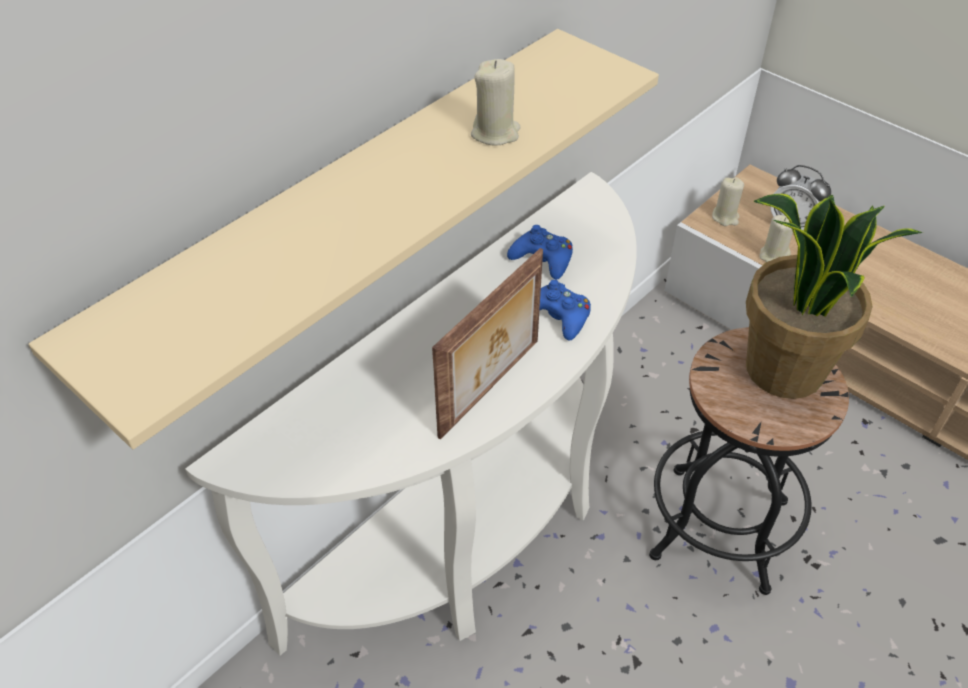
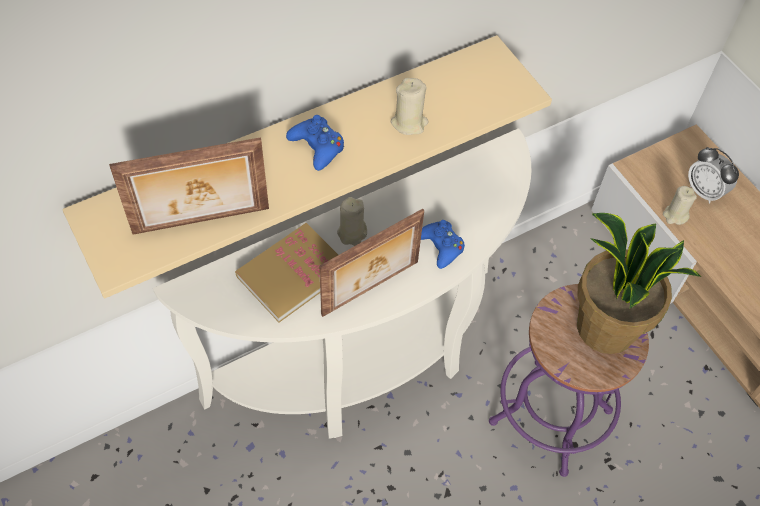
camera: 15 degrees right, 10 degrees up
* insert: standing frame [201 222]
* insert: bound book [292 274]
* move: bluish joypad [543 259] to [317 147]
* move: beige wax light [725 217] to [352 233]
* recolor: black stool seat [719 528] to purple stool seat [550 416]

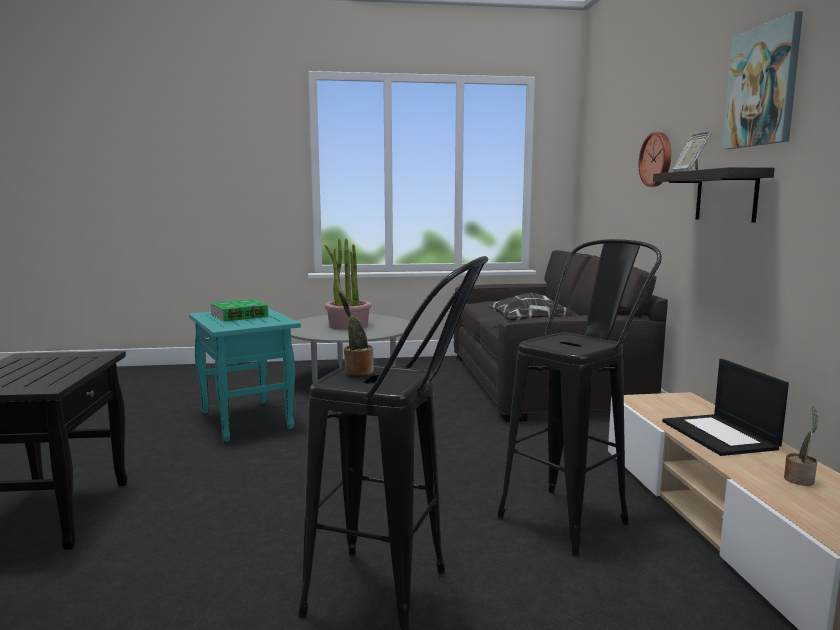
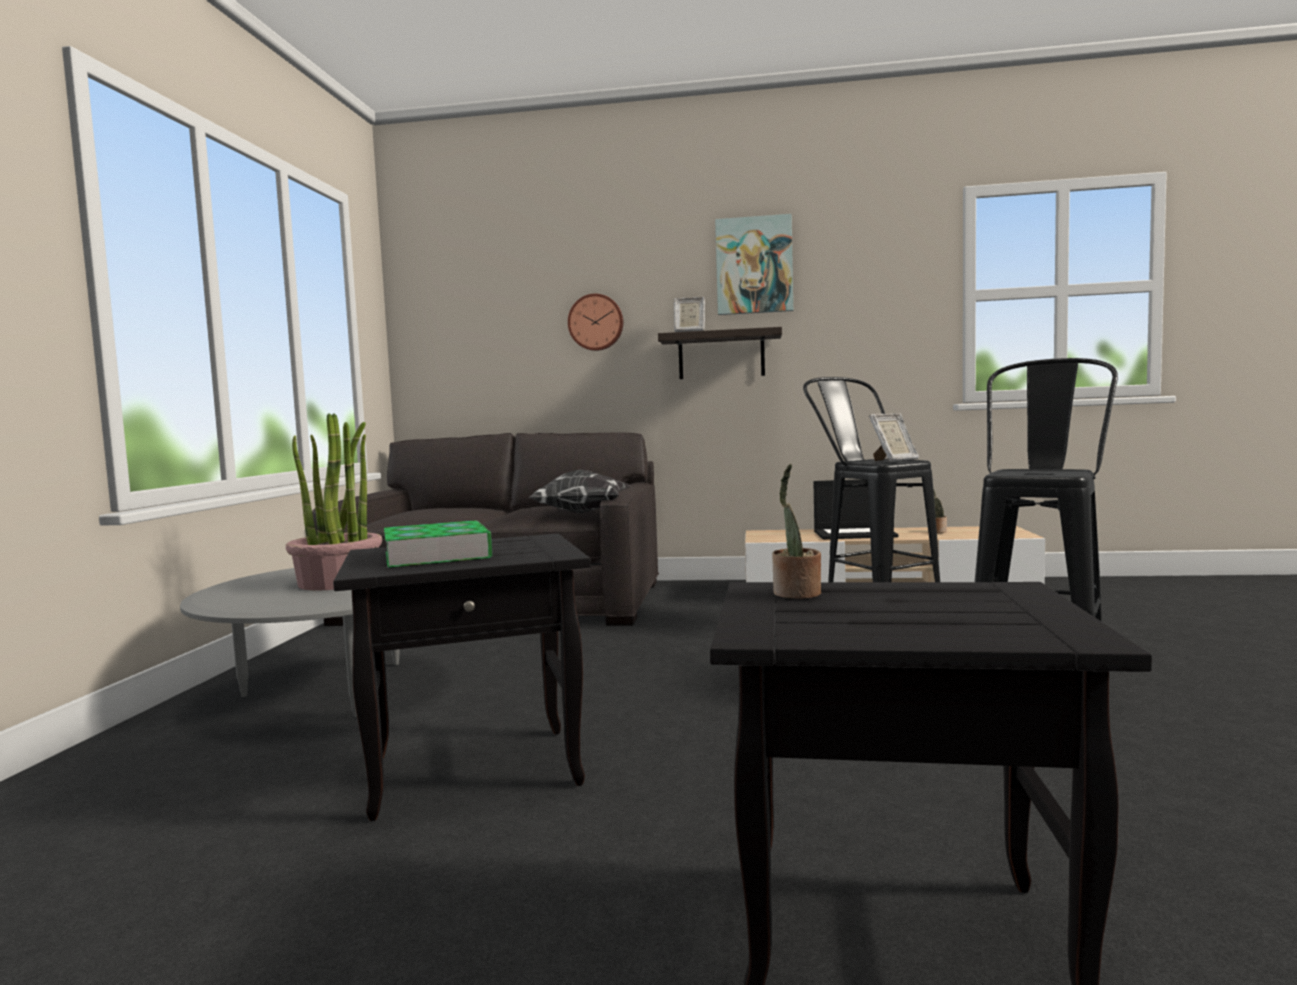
camera: 75 degrees left, 5 degrees down
* recolor: blue-green side table [248 420] to black side table [478 769]
* move: potted plant [357 372] to [796 594]
* insert: standing frame [894 461]

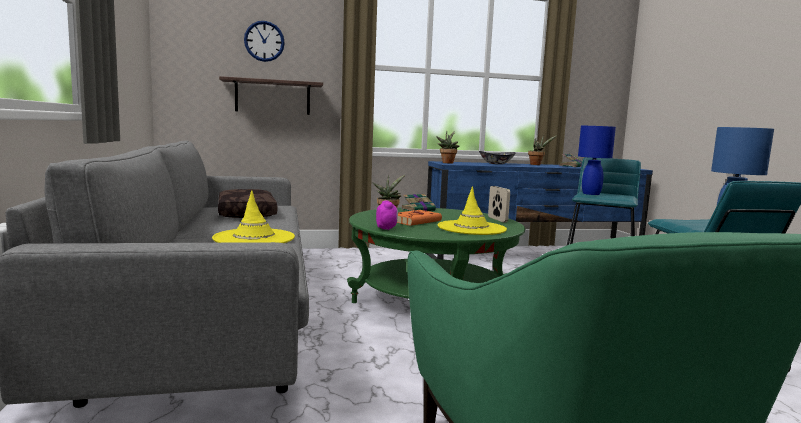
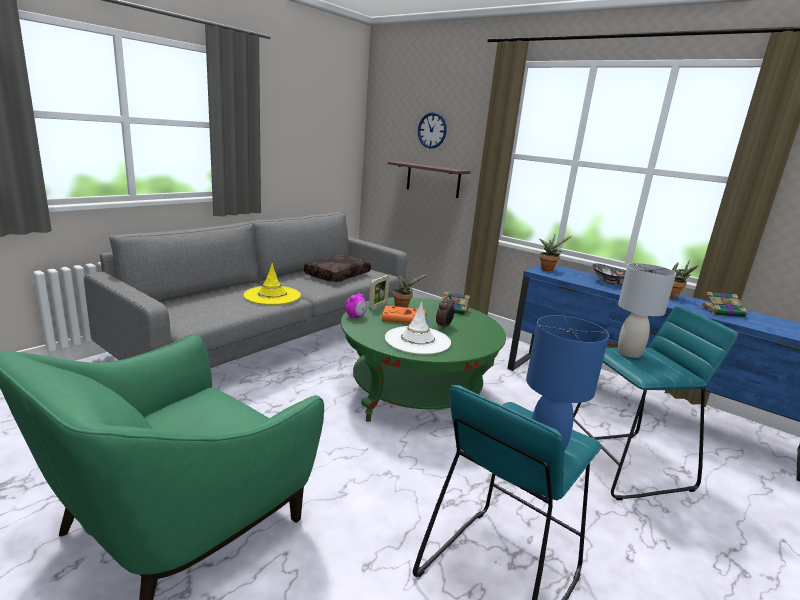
camera: 50 degrees right, 10 degrees up
* move: standing frame [497 219] to [378 306]
* recolor: yellowish wearable hat [471 228] to whitish wearable hat [417 340]
* insert: table clock [444 326]
* recolor: bluish table lamp [590 194] to greyish table lamp [628 353]

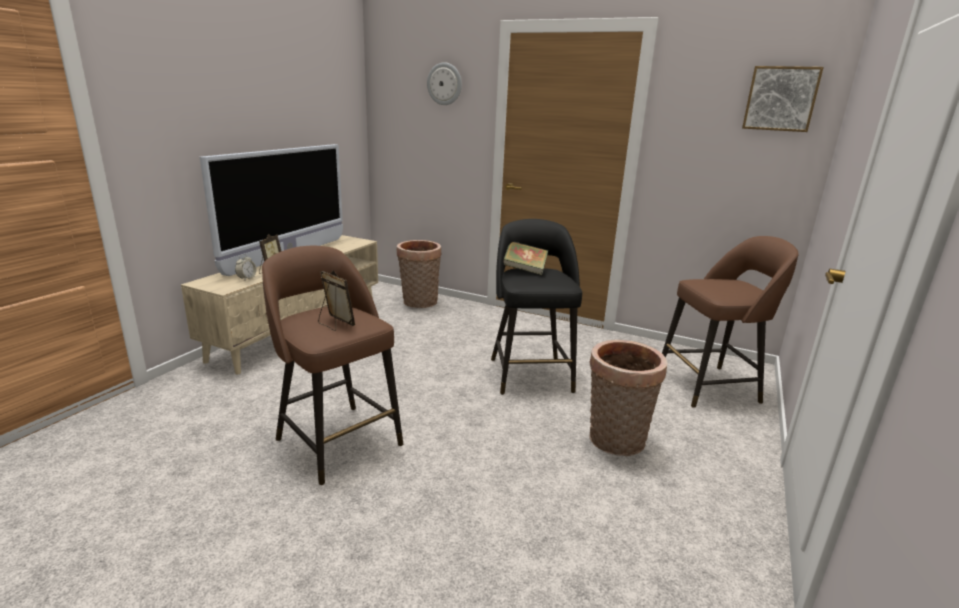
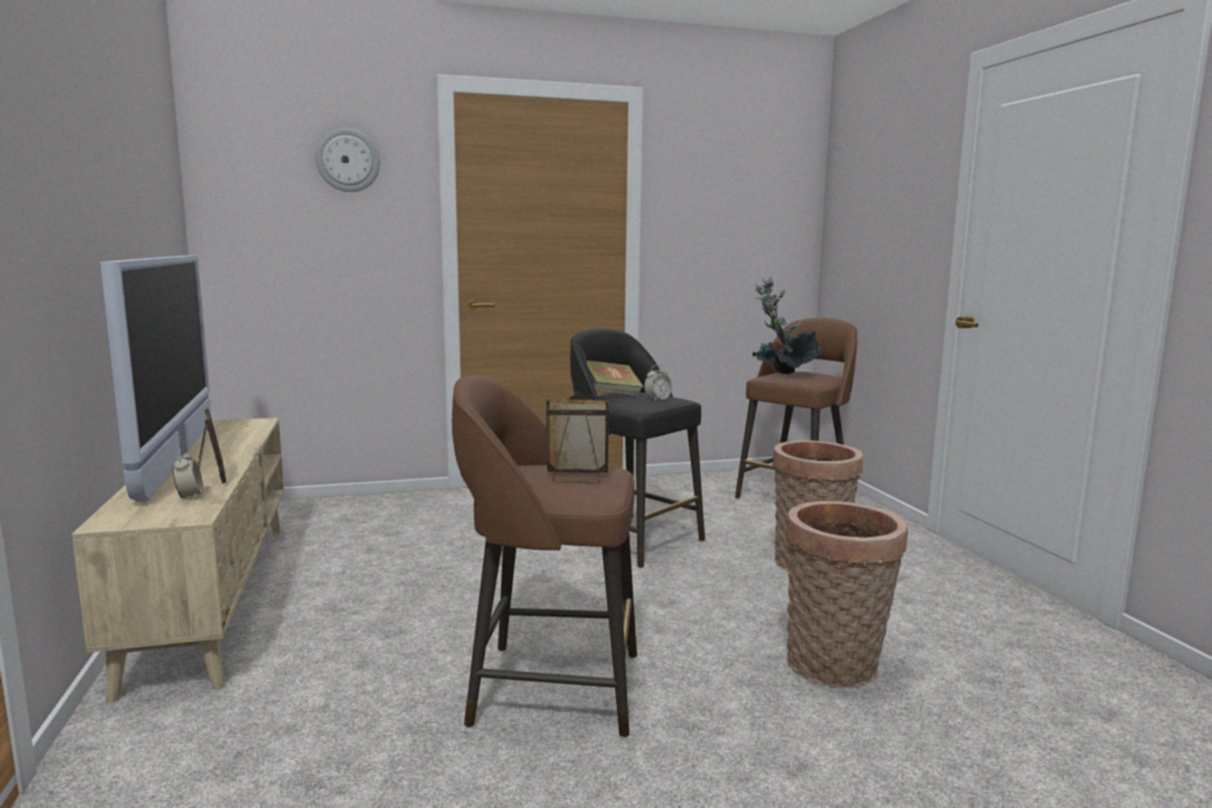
camera: 40 degrees left, 10 degrees down
* insert: table clock [657 400]
* insert: potted plant [781 375]
* move: basket [419 303] to [835 668]
* delete: wall art [780 99]

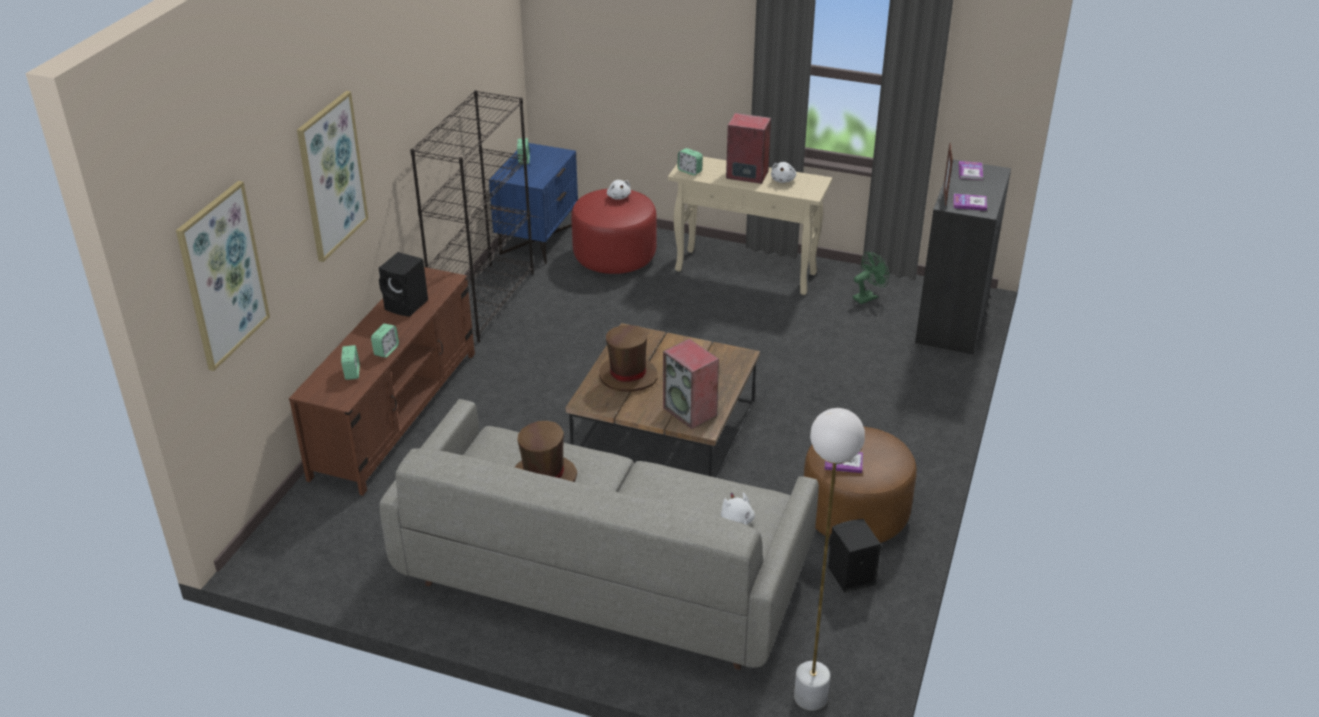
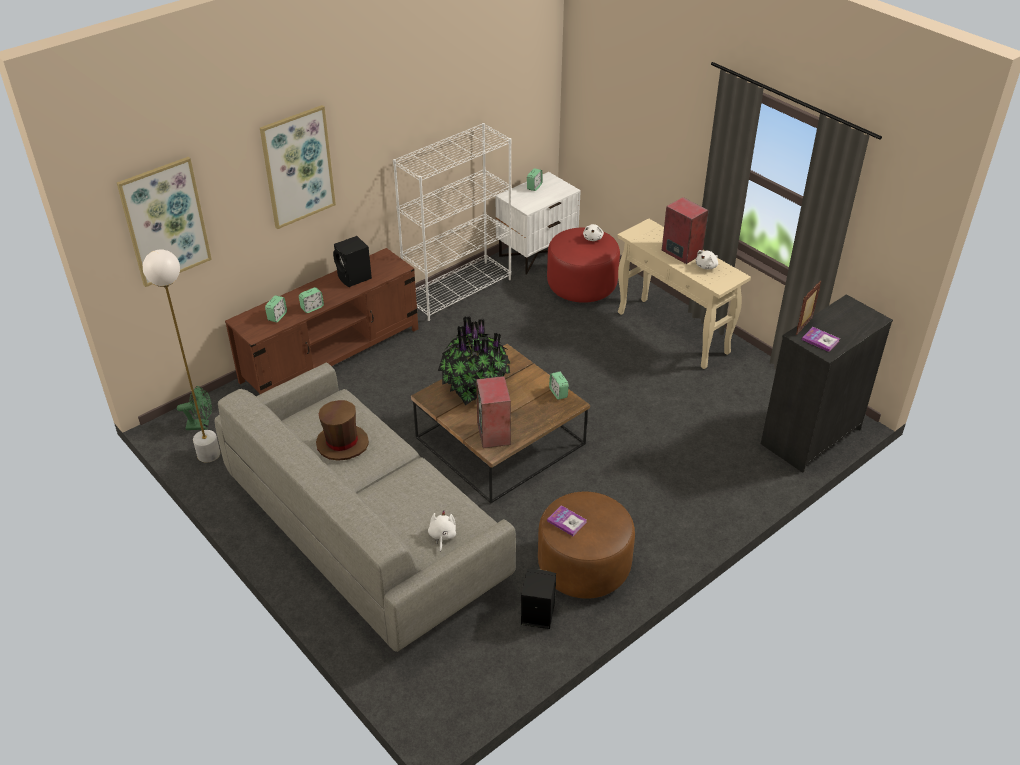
camera: 30 degrees right, 5 degrees up
* move: whitish standing lamp [810 697] to [208 454]
* move: green-coloured fan [868 297] to [201 425]
* recolor: black bookshelf [484 301] to whitish bookshelf [458 290]
* replace: brown wearable hat [628 376] to potted plant [474 388]
* recolor: bluish nightstand [538 238] to whitish nightstand [537 252]
* move: table clock [690 171] to [558 393]
* delete: bound book [970 171]

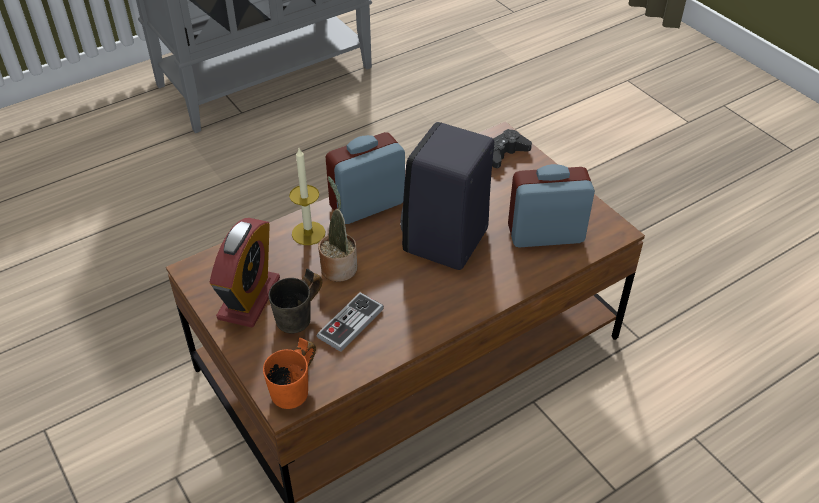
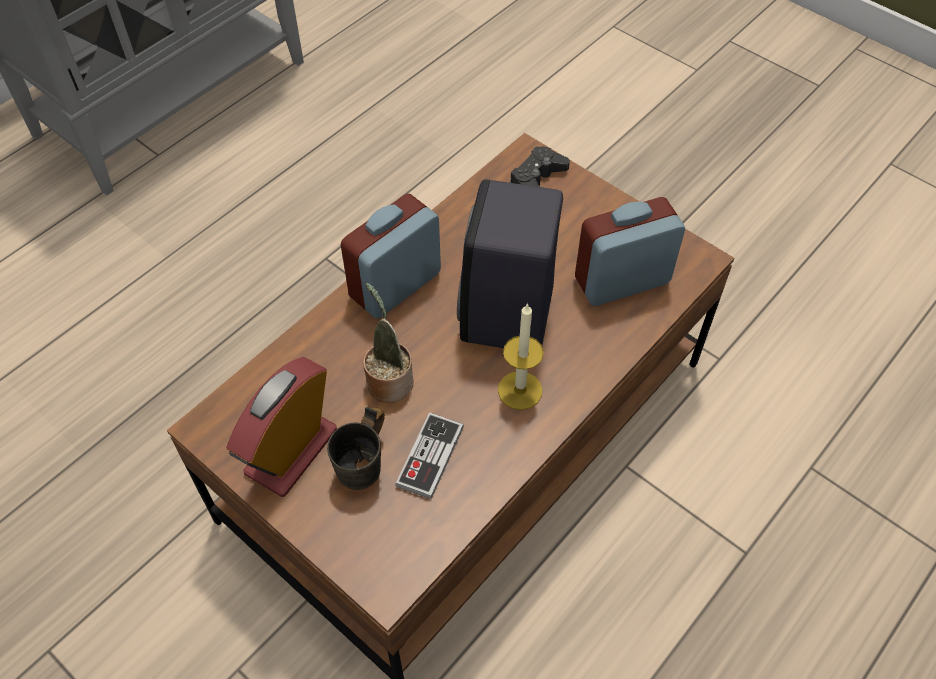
camera: 15 degrees left, 10 degrees up
* rotate: table clock [249 298] = [291 451] 150 degrees counterclockwise
* move: wax light [308 233] to [520 390]
* delete: orange mug [299 390]

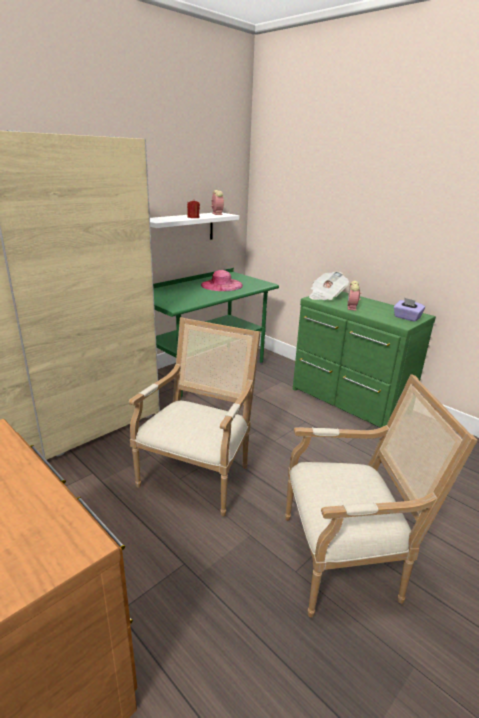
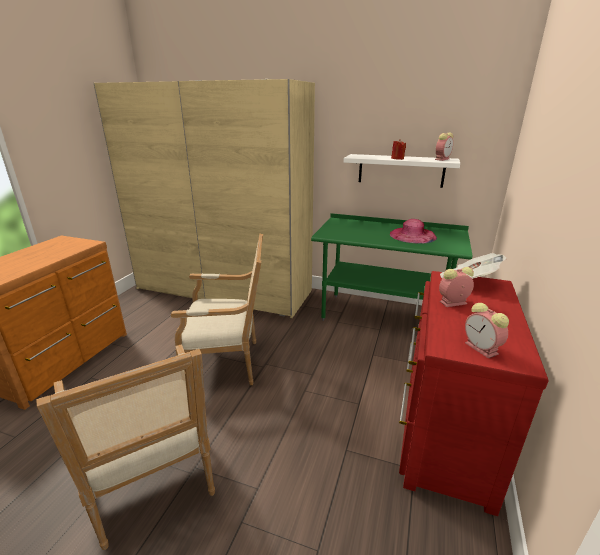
camera: 65 degrees right, 0 degrees up
* recolor: green-coloured chest of drawers [349 401] to red chest of drawers [443 432]
* replace: purple box of tissues [406 318] to table clock [482 349]

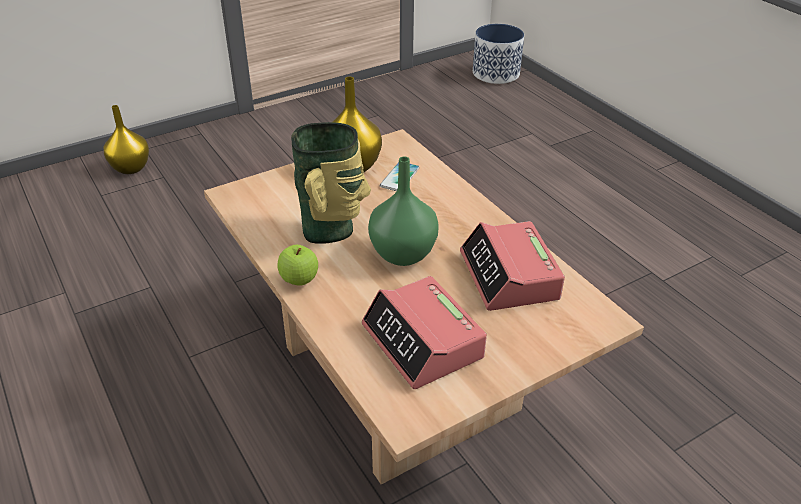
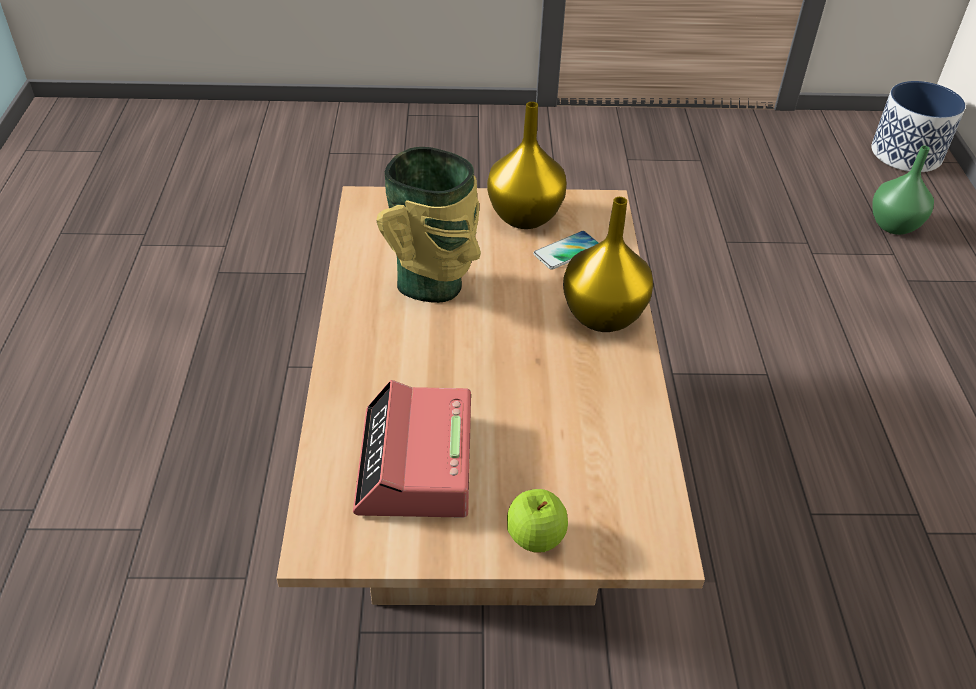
camera: 30 degrees right, 5 degrees up
* move: apple fruit [299 280] to [535 538]
* move: yellowish decorative vase [132 168] to [604 317]
* move: green-coloured decorative vase [404 254] to [894 226]
* delete: table clock [509 276]

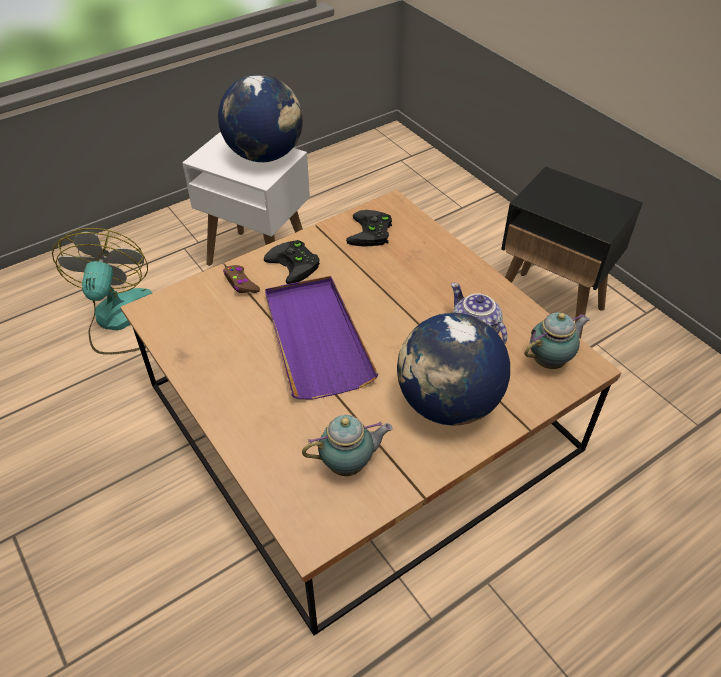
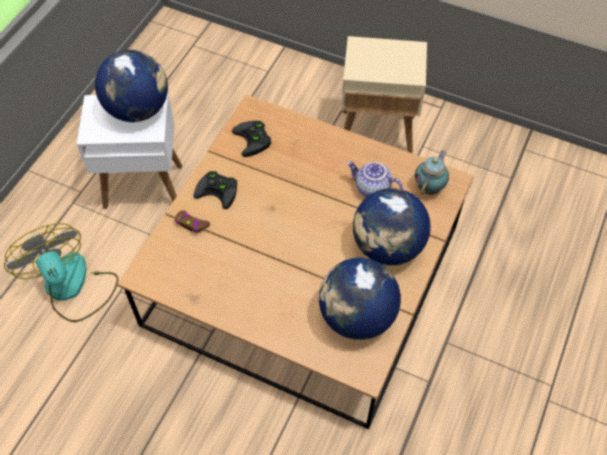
camera: 30 degrees left, 10 degrees up
* replace: tea pot [349 464] to globe [356 317]
* recolor: black side table [549 307] to beige side table [378 132]
* delete: purple serving tray [316 339]

